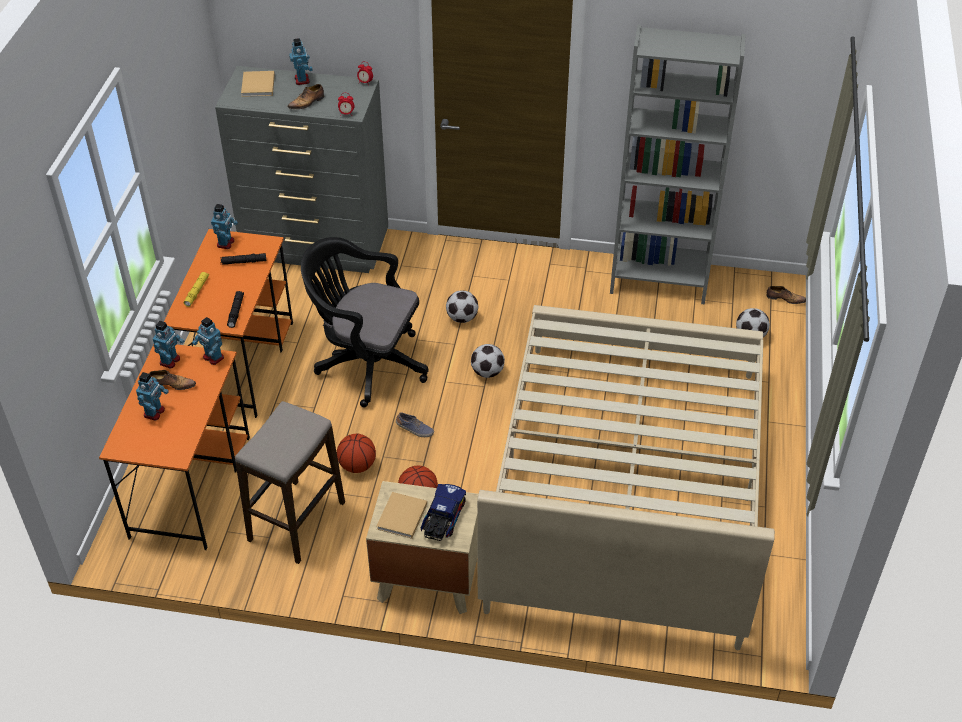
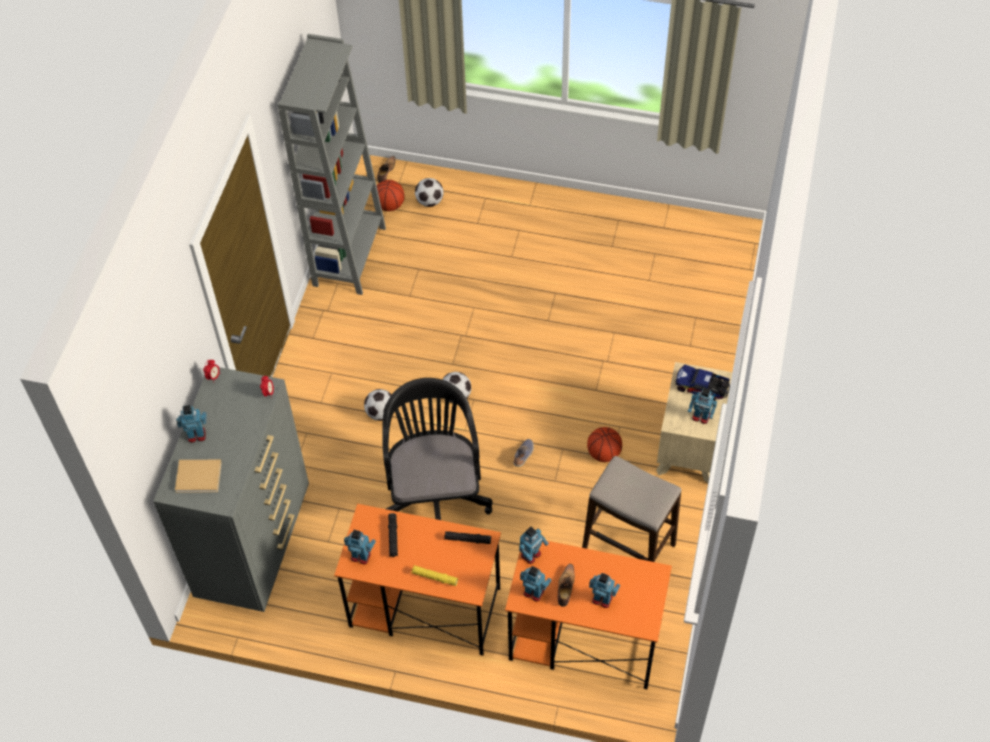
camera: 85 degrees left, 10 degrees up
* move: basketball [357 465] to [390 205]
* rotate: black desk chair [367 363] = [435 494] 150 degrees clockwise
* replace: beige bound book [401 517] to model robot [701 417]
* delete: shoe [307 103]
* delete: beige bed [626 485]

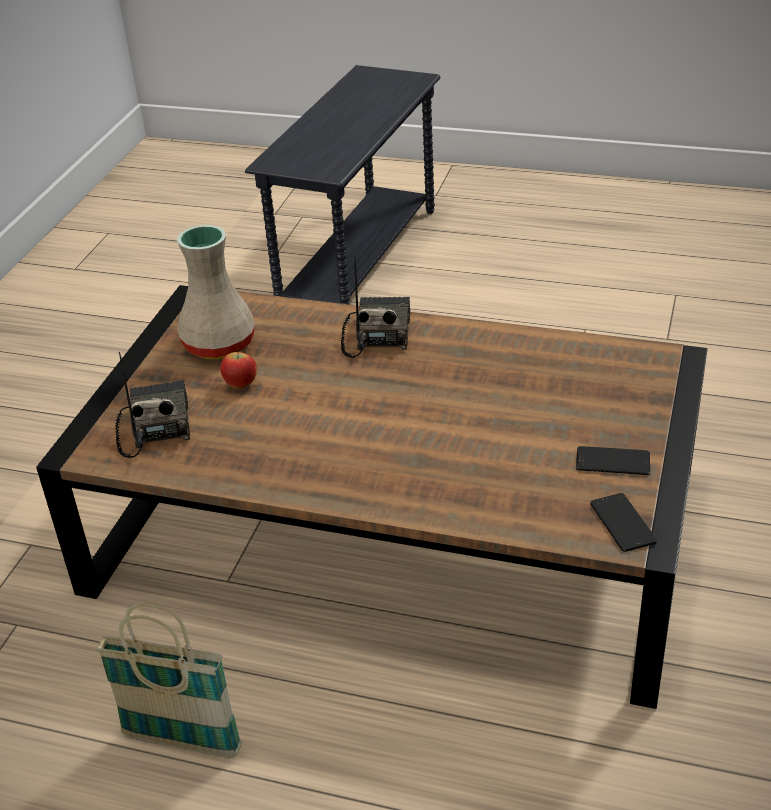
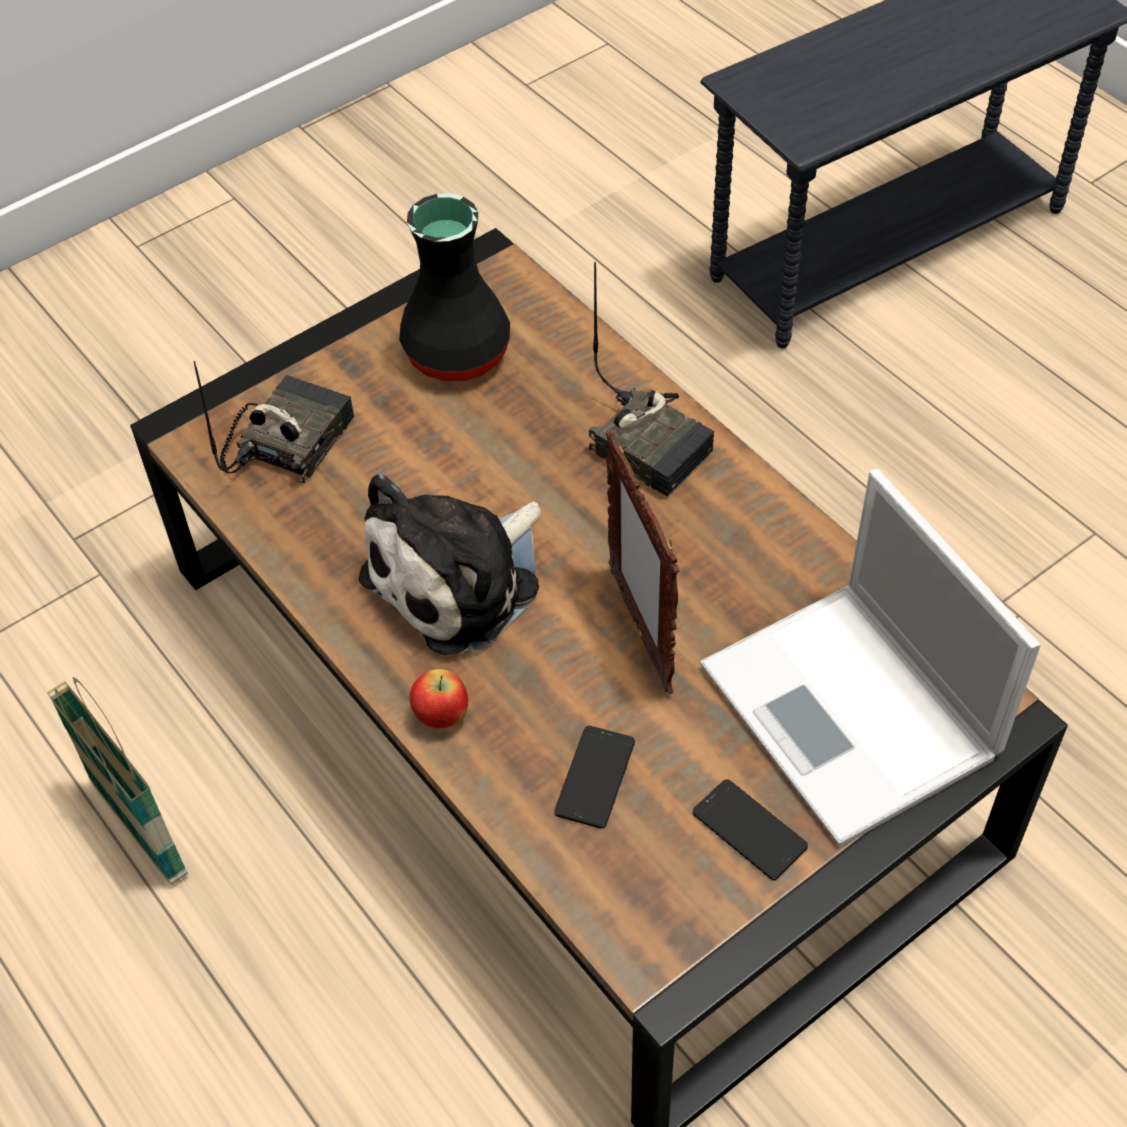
camera: 35 degrees right, 15 degrees up
* insert: soft toy [460 579]
* recolor: beige decorative vase [220 346] to black decorative vase [457 356]
* move: apple fruit [240 385] to [441 716]
* move: handset [622 523] to [595 777]
* rotate: radio receiver [377 334] = [652 444] 90 degrees clockwise
* insert: standing frame [640 629]
* insert: notebook computer [852 714]

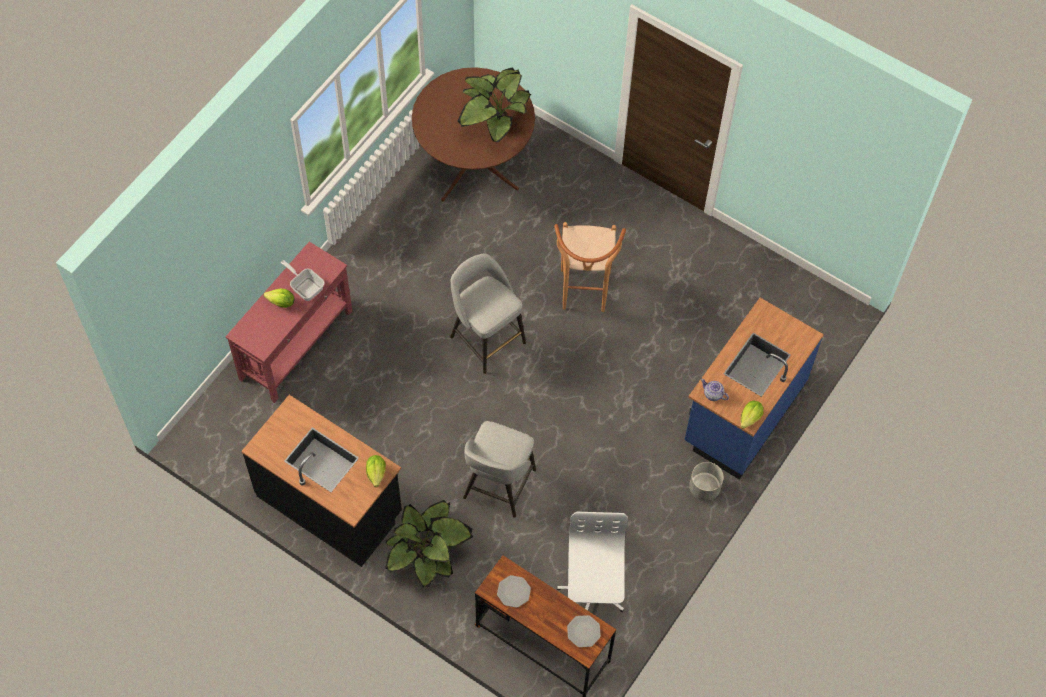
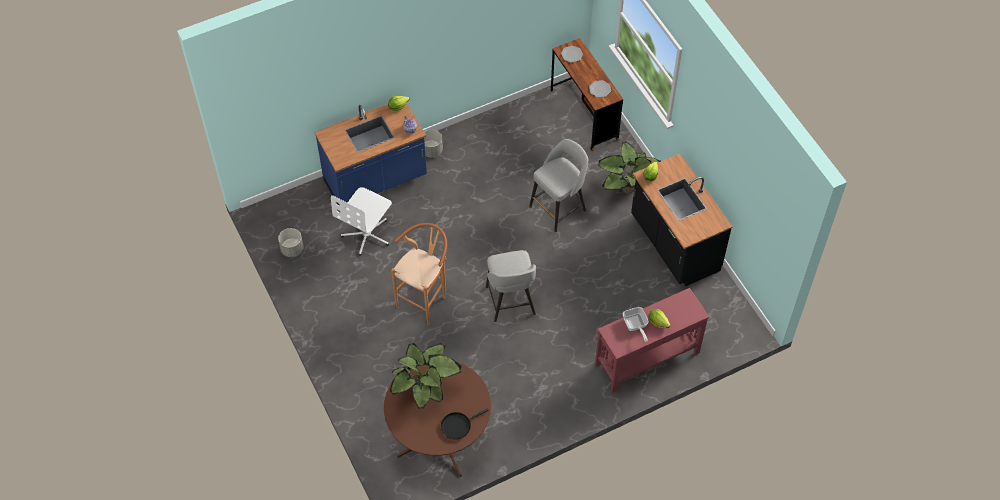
camera: 150 degrees left, 5 degrees down
* insert: greyish flower pot [292 249]
* move: whitish desk chair [592 590] to [367 234]
* insert: black frying pan [458 425]

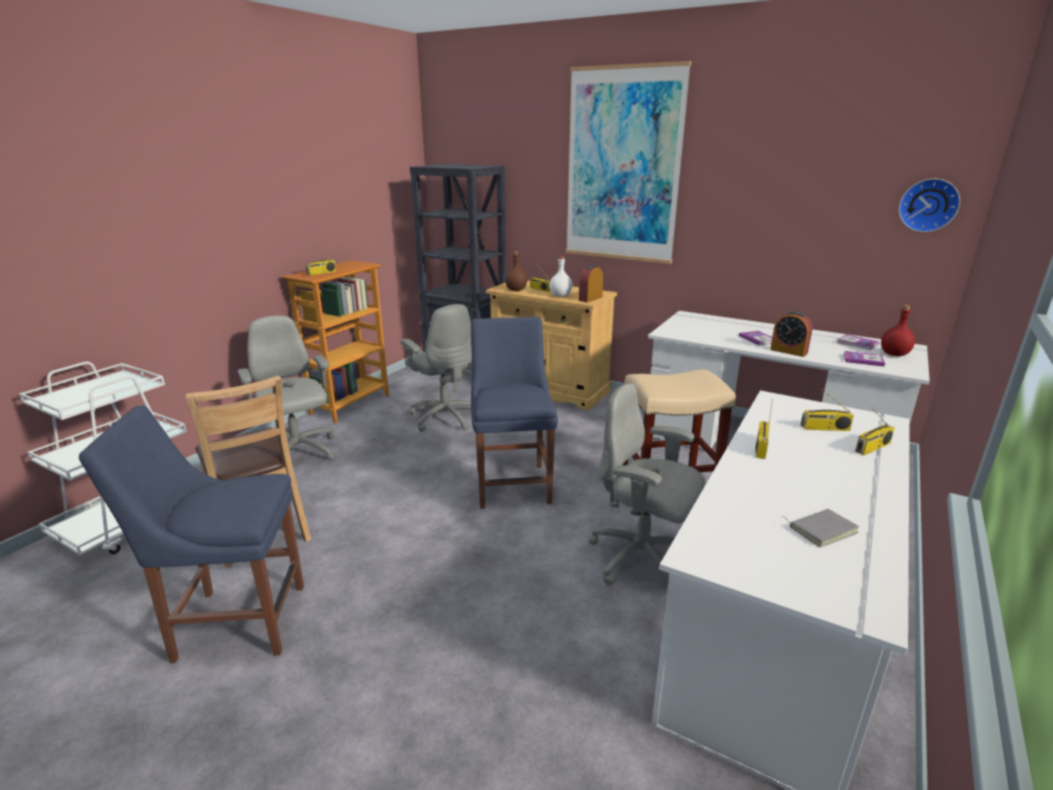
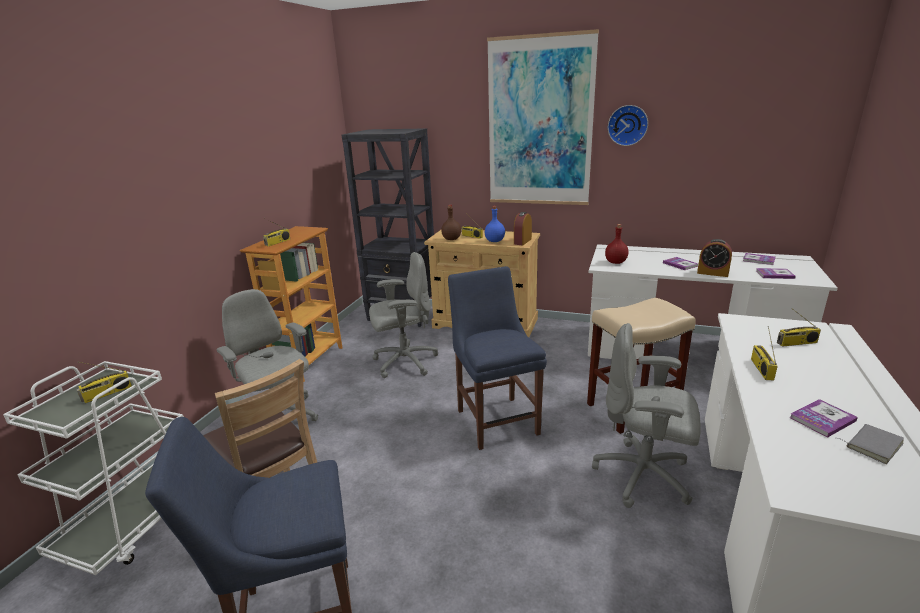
camera: 10 degrees left, 0 degrees up
* move: radio receiver [872 448] to [107 394]
* rotate: greyish desk chair [445 417] = [404 362] 60 degrees counterclockwise
* recolor: whitish beverage bottle [560 295] to bluish beverage bottle [494 241]
* move: red beverage bottle [894 354] to [616 262]
* move: clock on the wall [928 205] to [627 125]
* insert: bound book [822 419]

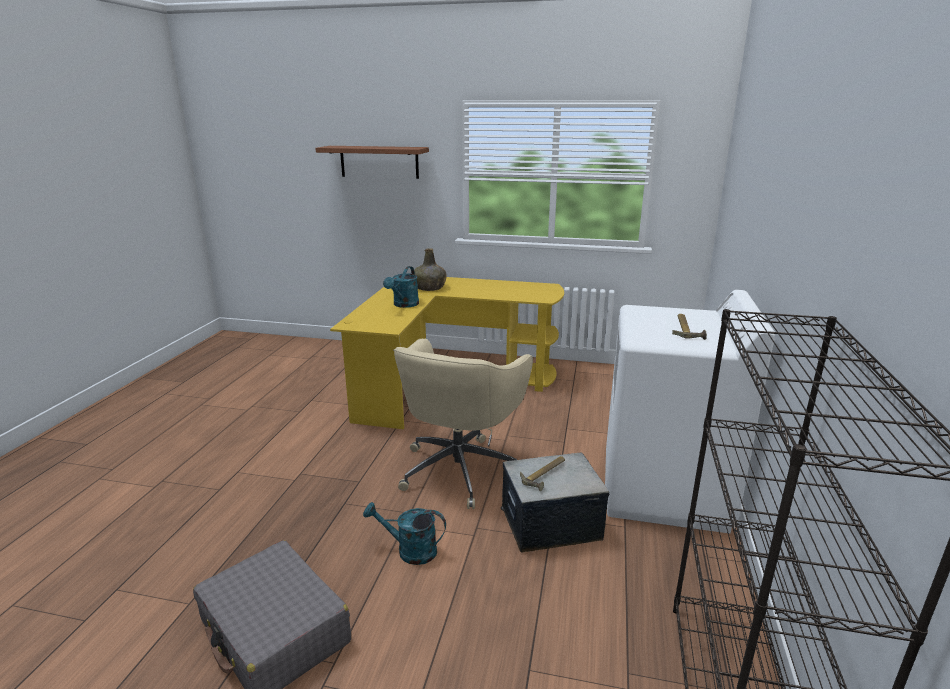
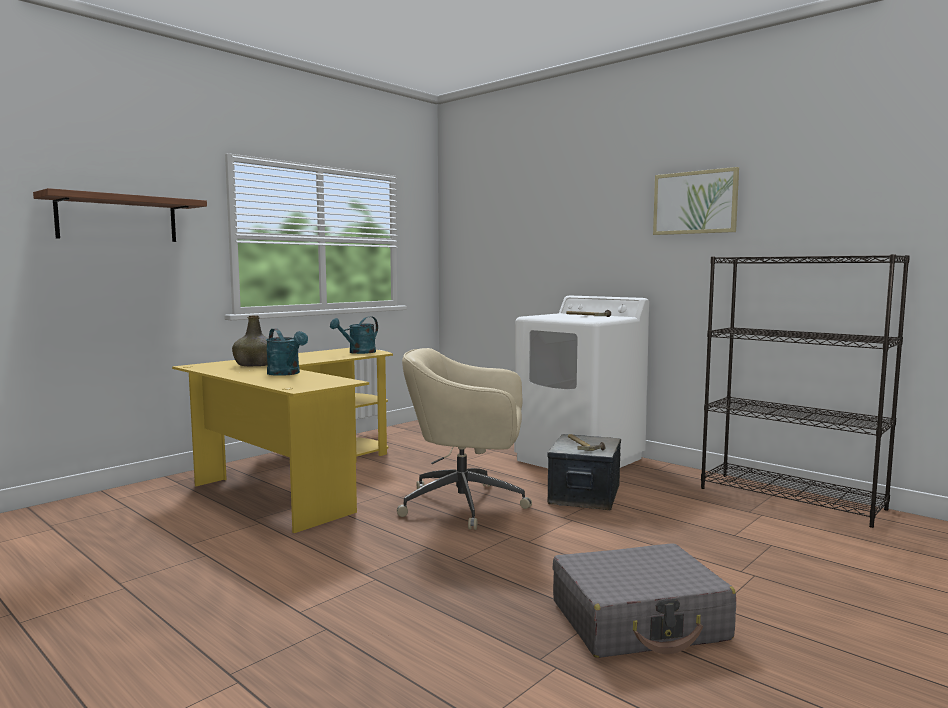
camera: 60 degrees left, 15 degrees down
* move: blue-green watering can [410 551] to [358 352]
* rotate: beige desk chair [460 468] = [467 505] 135 degrees clockwise
* insert: wall art [695 202]

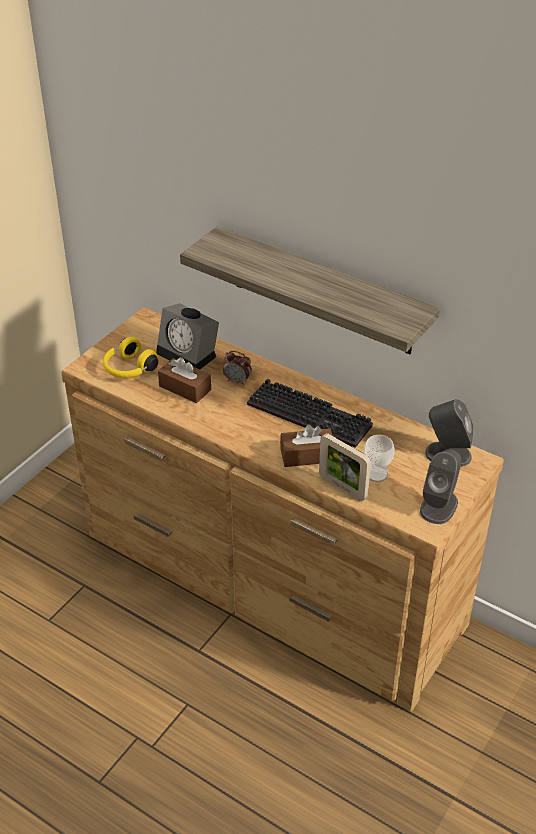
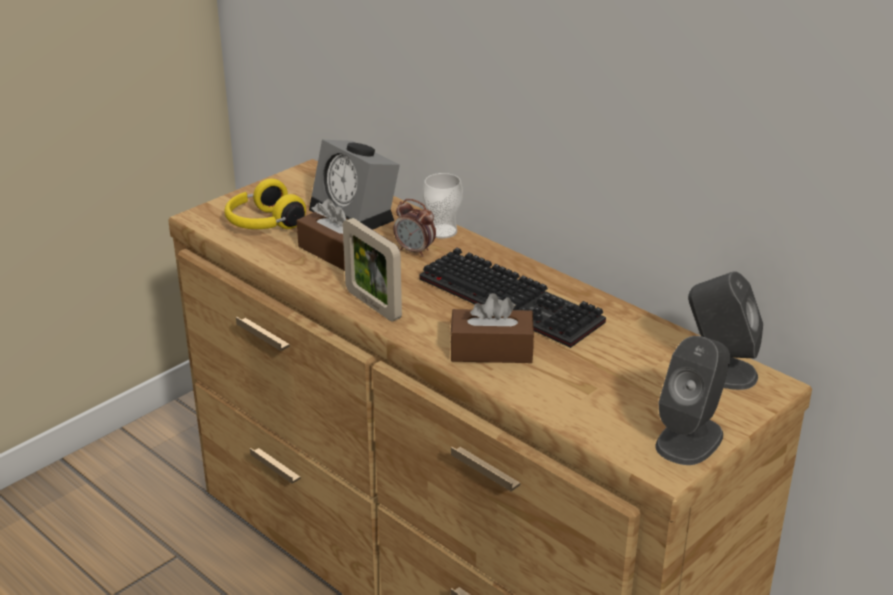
camera: 10 degrees right, 10 degrees down
* move: standing frame [342 487] to [373 305]
* move: drinking cup [376 474] to [442 231]
* delete: bracket shelf [322 292]

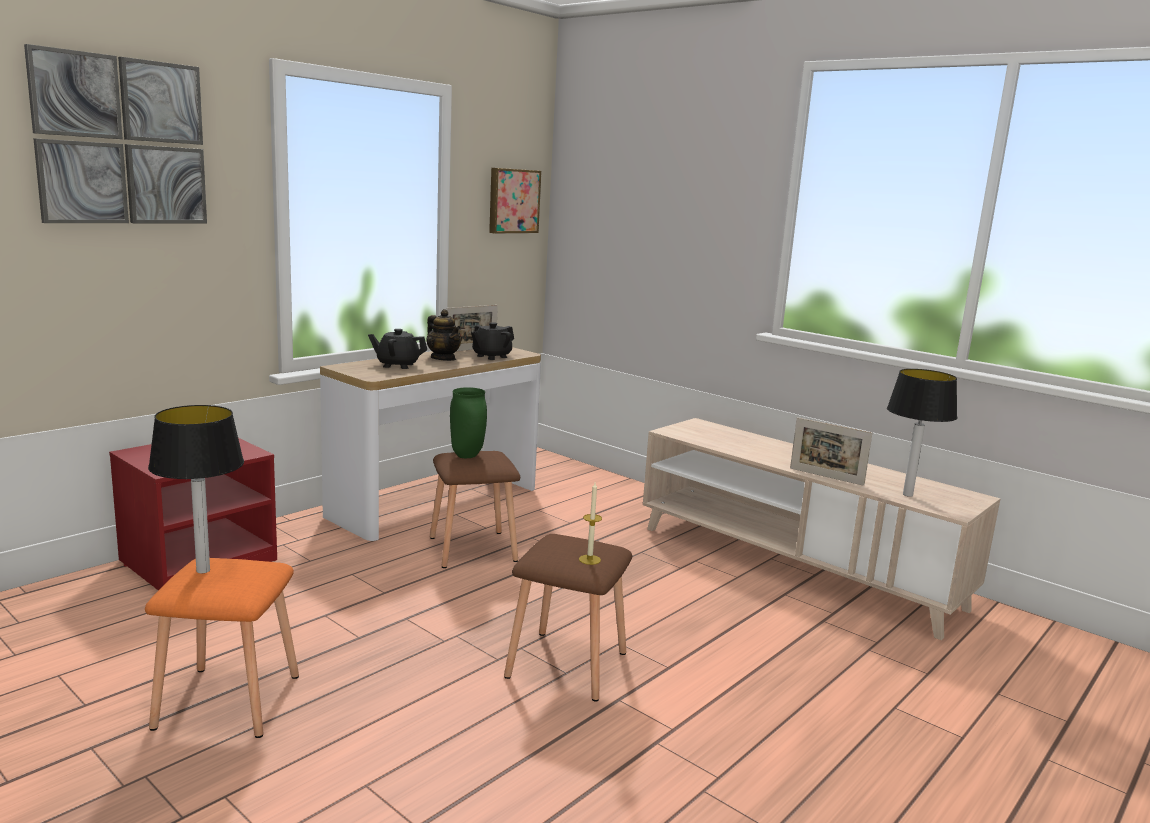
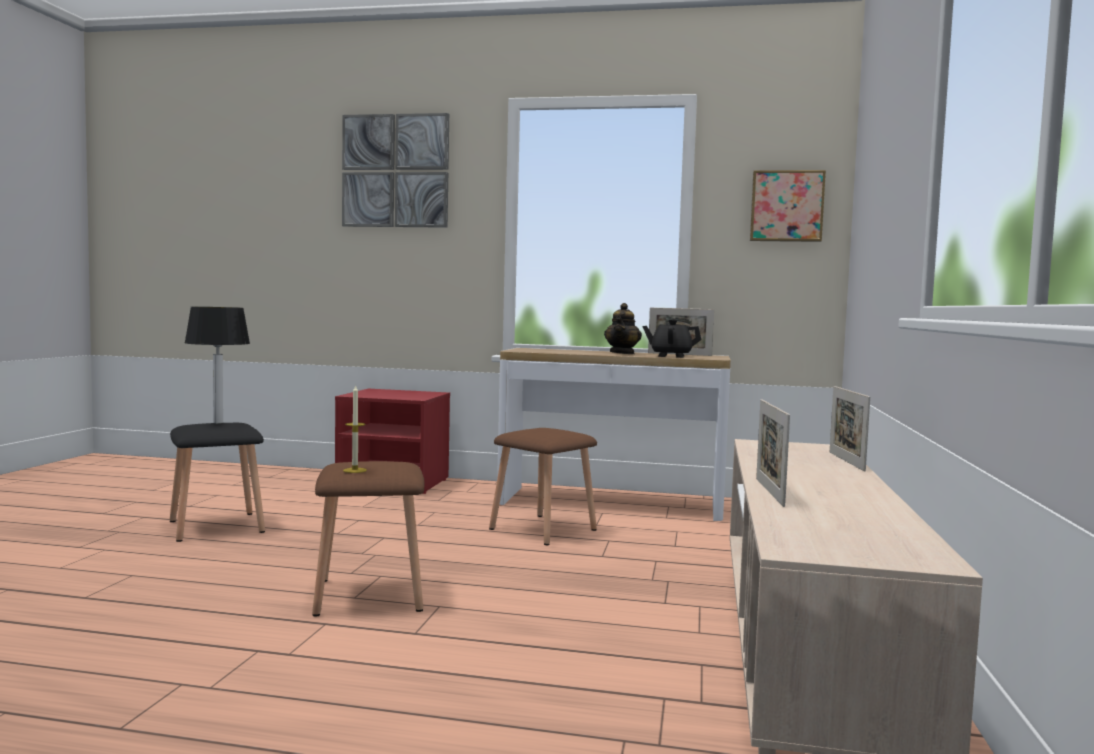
camera: 60 degrees right, 10 degrees down
* recolor: orange stool seat [228 700] to black stool seat [218 526]
* insert: standing frame [846 461]
* delete: black tea pot [397 365]
* delete: green-coloured decorative vase [468 456]
* delete: table lamp [907 494]

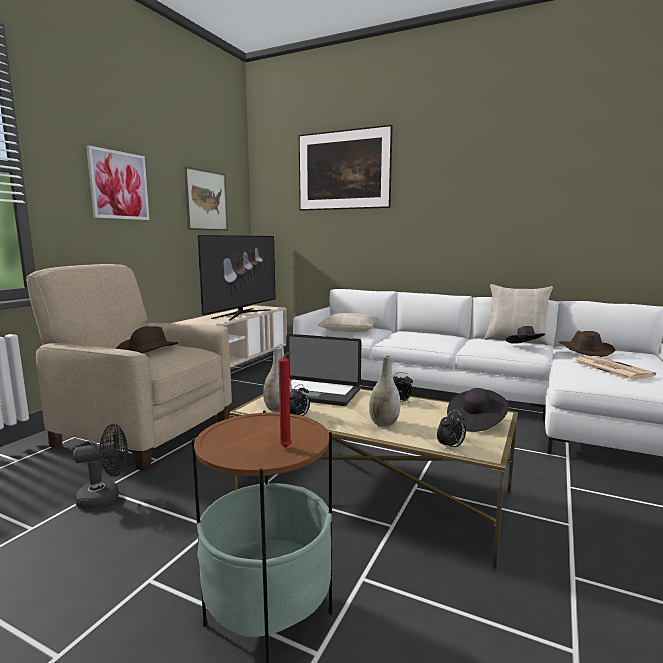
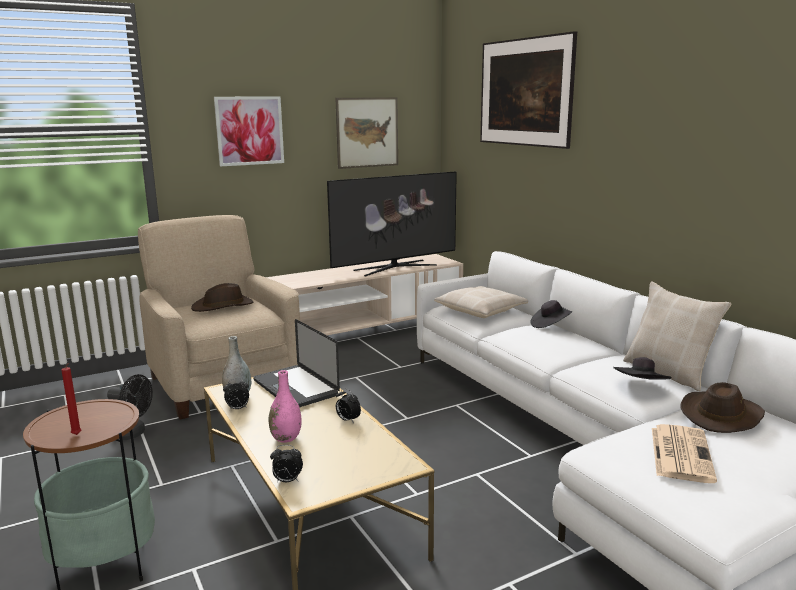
camera: 35 degrees right, 5 degrees up
* recolor: greyish decorative vase [384 423] to pink-coloured decorative vase [286 438]
* move: black wearable hat [475 422] to [550 325]

